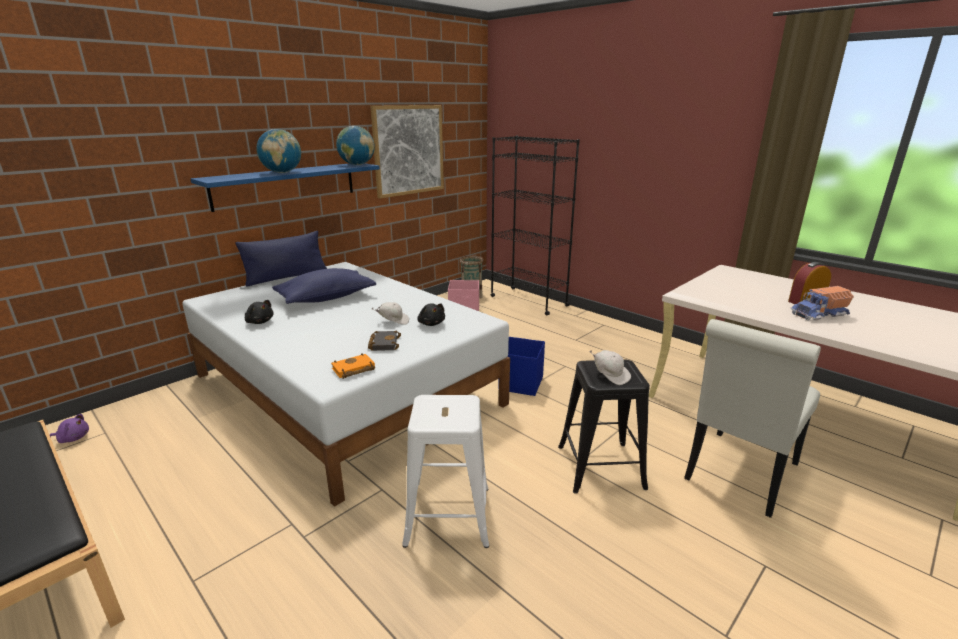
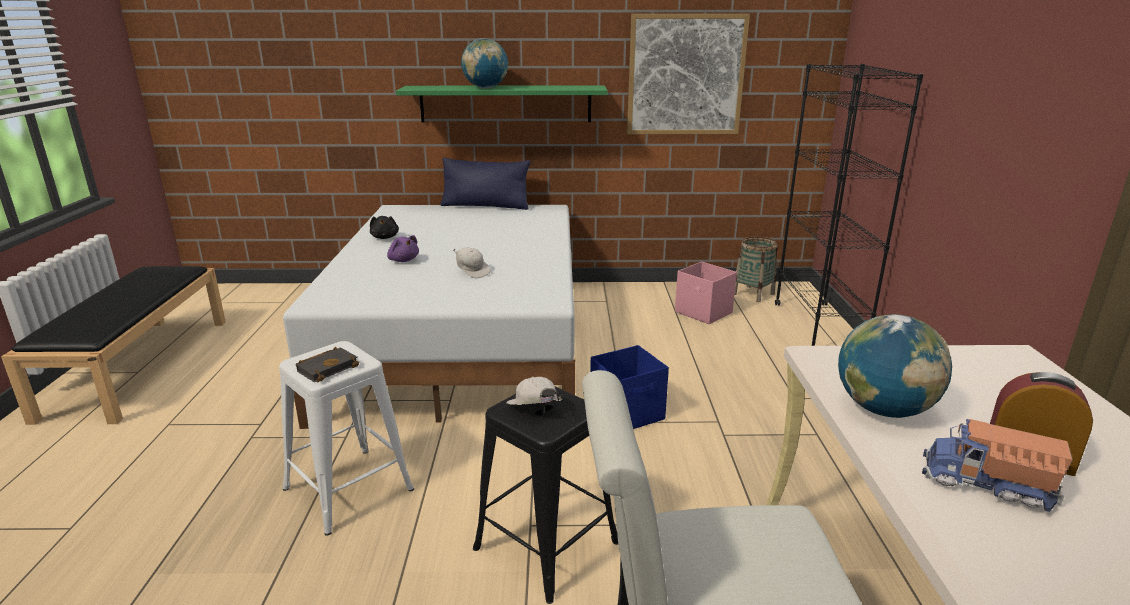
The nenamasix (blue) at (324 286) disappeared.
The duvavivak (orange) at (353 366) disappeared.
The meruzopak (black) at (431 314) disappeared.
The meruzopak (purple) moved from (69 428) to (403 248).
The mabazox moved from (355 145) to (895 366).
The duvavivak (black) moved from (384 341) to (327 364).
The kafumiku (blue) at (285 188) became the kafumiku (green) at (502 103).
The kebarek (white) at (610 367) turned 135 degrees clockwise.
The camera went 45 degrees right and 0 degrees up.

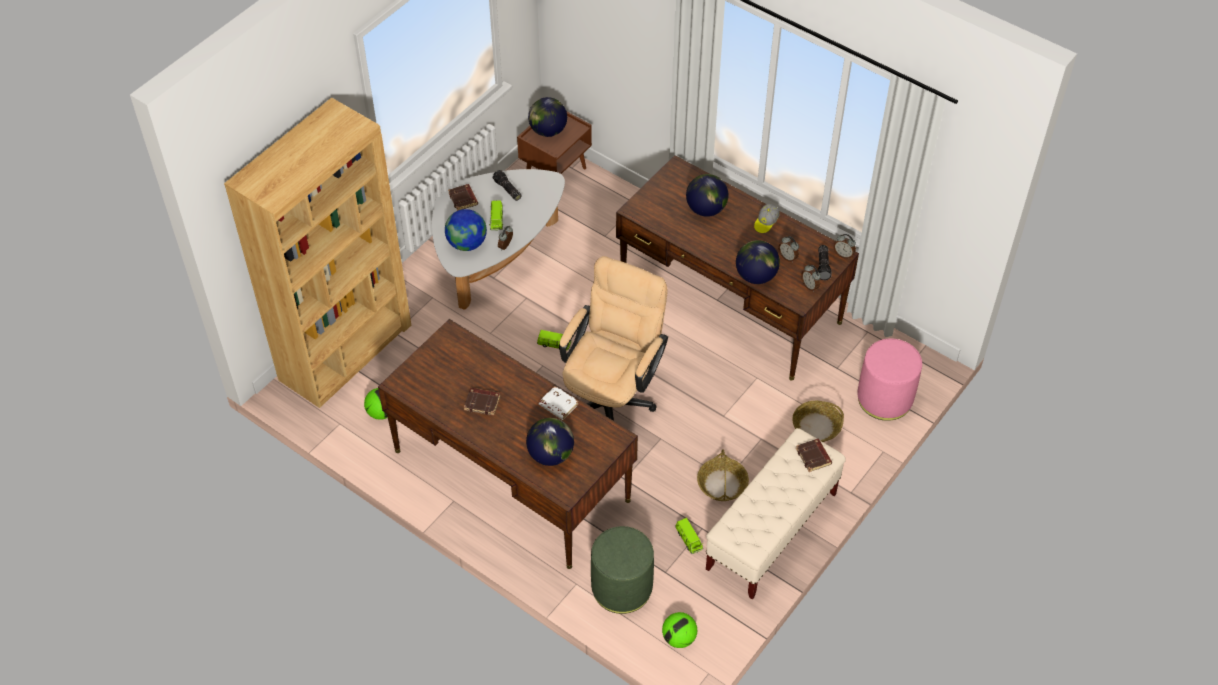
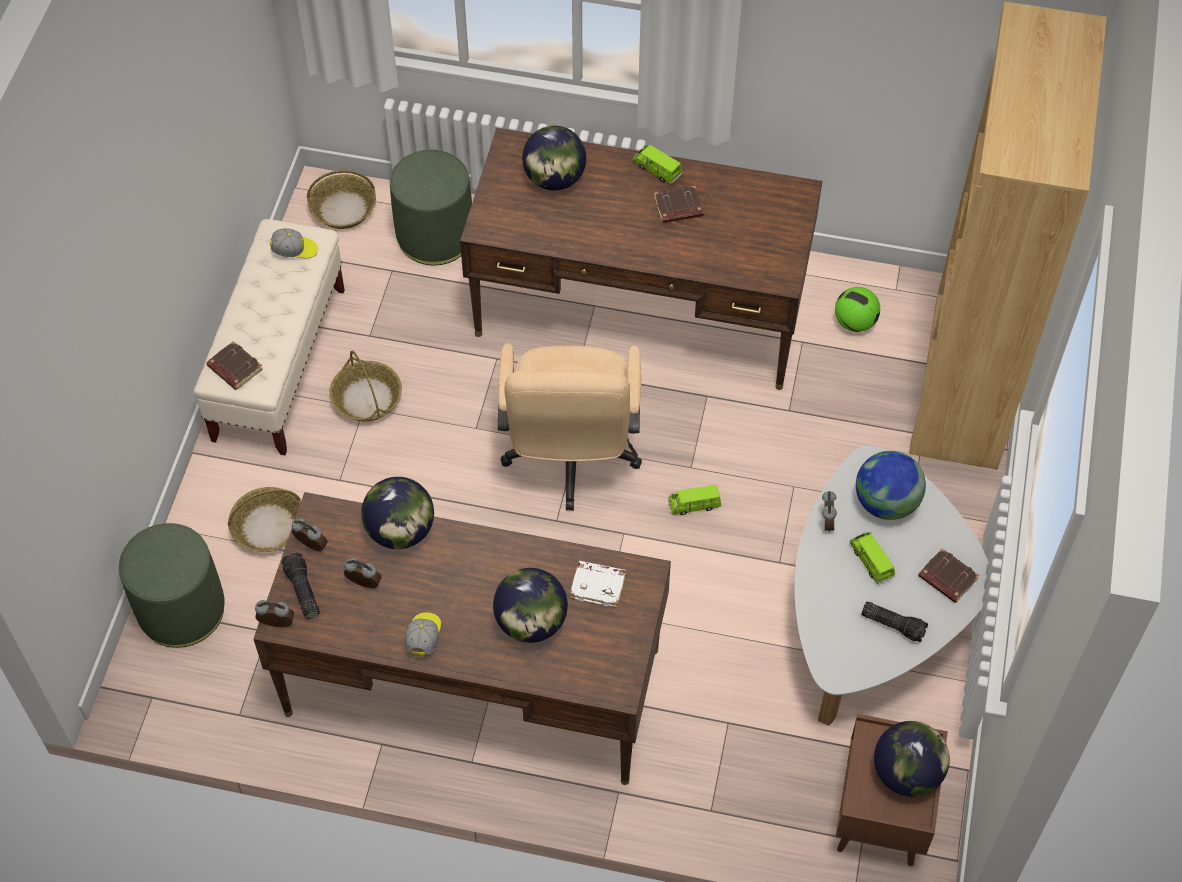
The kebarek at (294 243) appeared.
The duvavivak (white) moved from (559 403) to (598 584).
The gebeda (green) moved from (689 536) to (657 164).
The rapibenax at (679 630) was replaced by the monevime at (341 199).
The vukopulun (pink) at (889 379) became the vukopulun (green) at (172 585).
The camera went 155 degrees right and 5 degrees up.

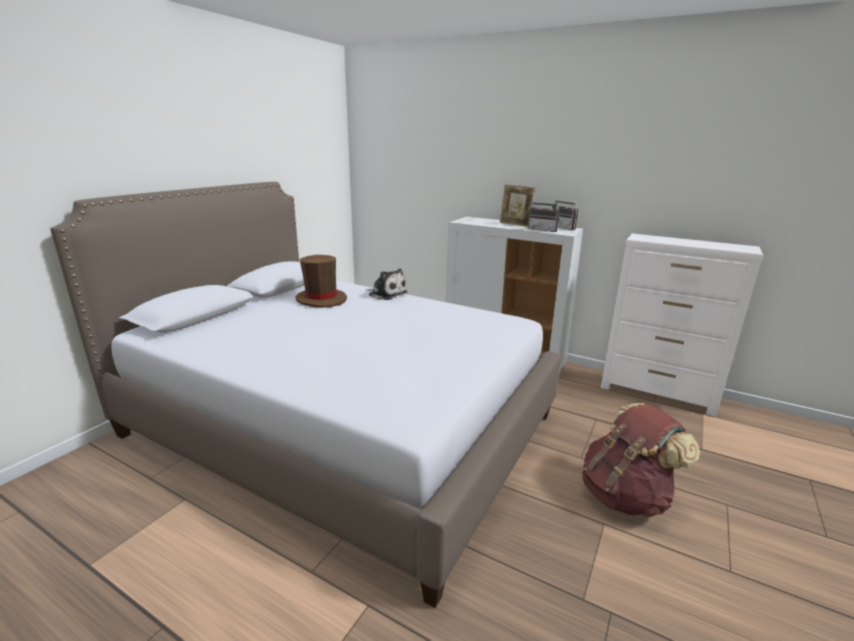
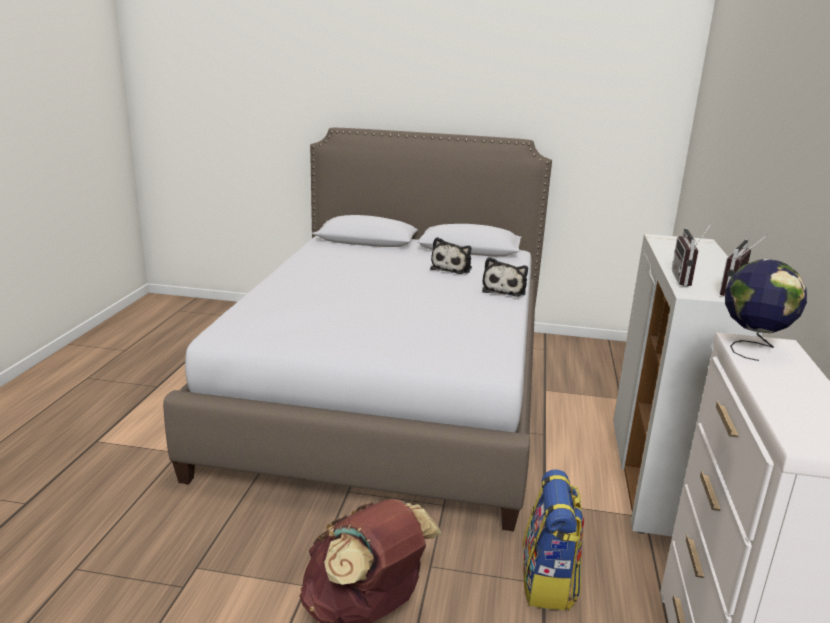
The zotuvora at (517 205) disappeared.
The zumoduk at (553 539) appeared.
The mabazox at (766 310) appeared.
The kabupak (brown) at (321 281) was replaced by the meruzopak at (451 255).
The camera went 70 degrees right and 0 degrees up.

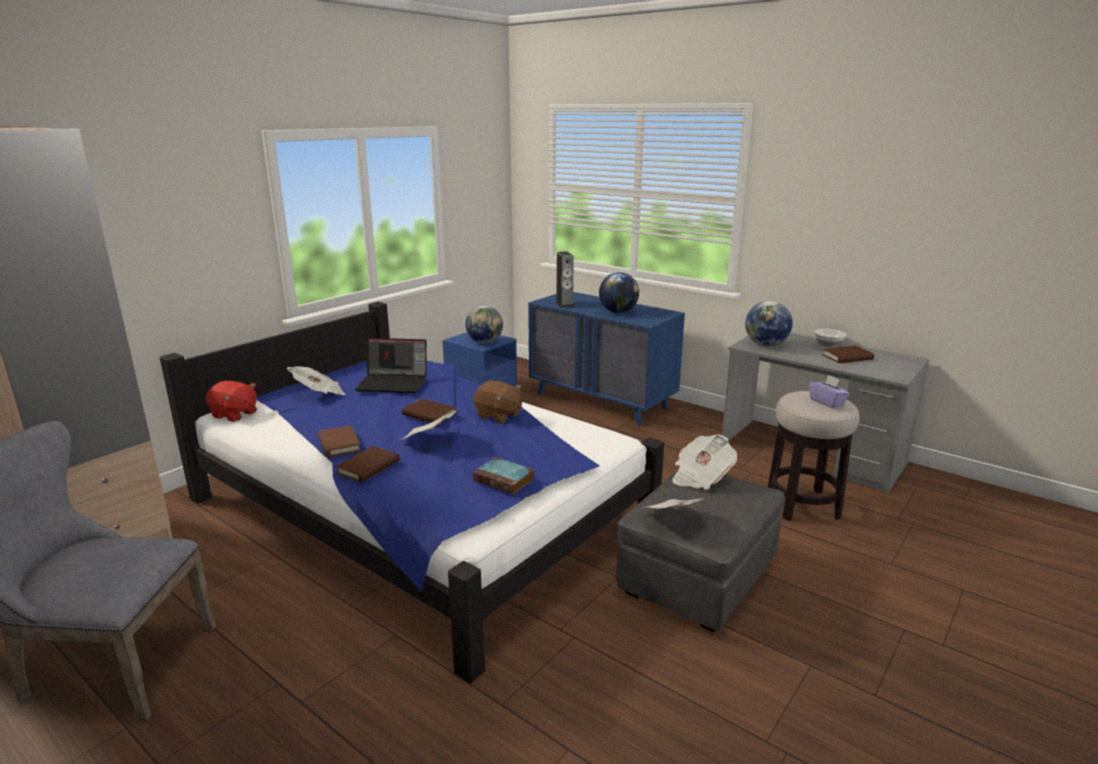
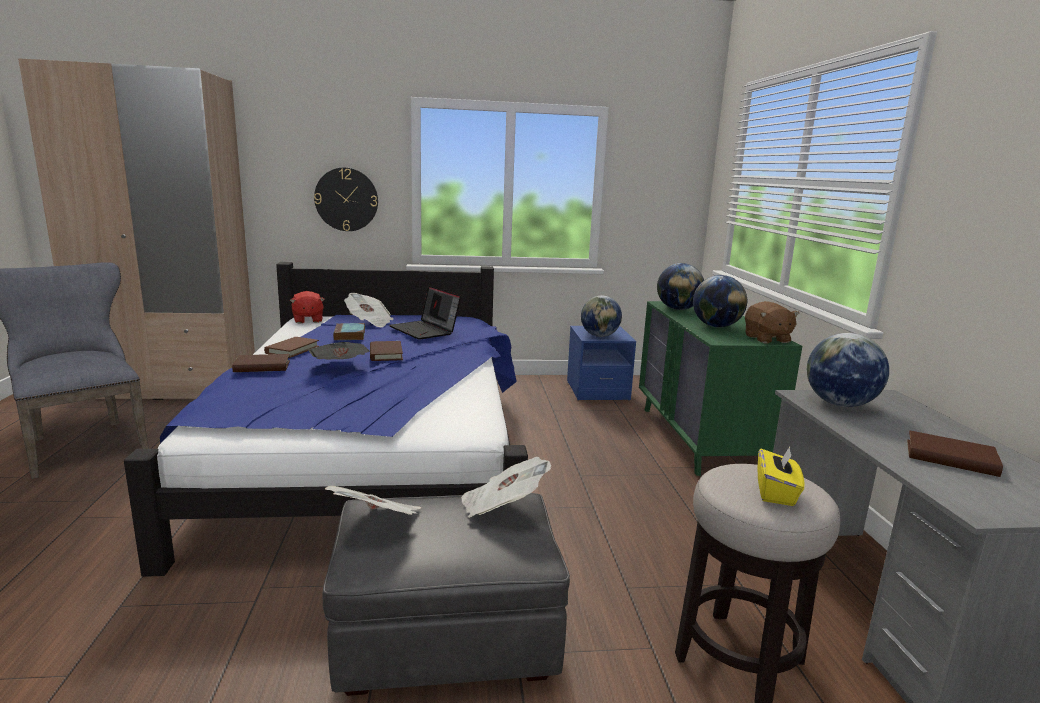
The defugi at (830 338) disappeared.
The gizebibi at (346 199) appeared.
The meruzopak (brown) moved from (497 402) to (772 322).
The duvavivak moved from (503 475) to (349 331).
The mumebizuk at (564 279) was replaced by the mabazox at (680 286).
The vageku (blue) at (606 359) became the vageku (green) at (720 388).
The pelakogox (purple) at (829 391) became the pelakogox (yellow) at (781 476).
The camera went 45 degrees right and 5 degrees down.

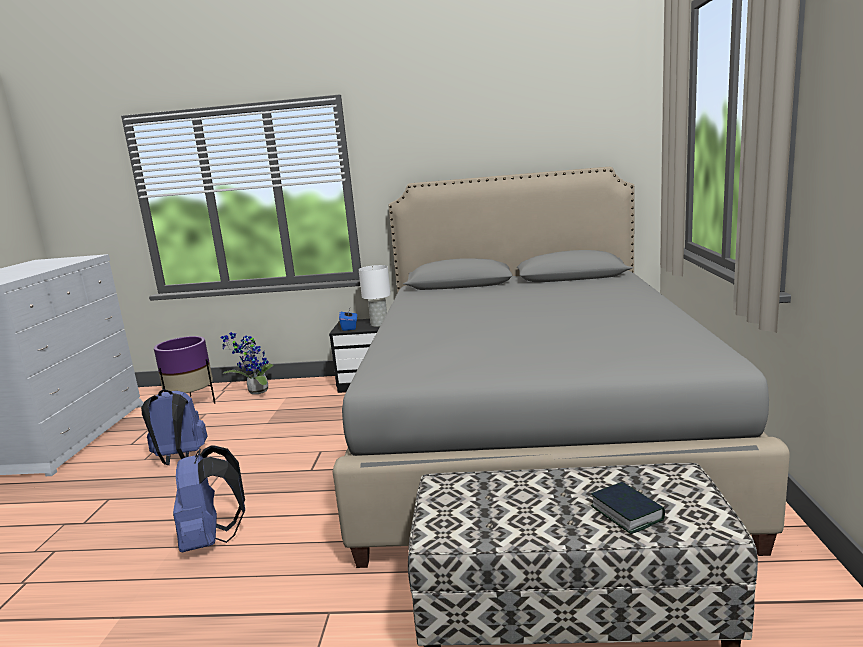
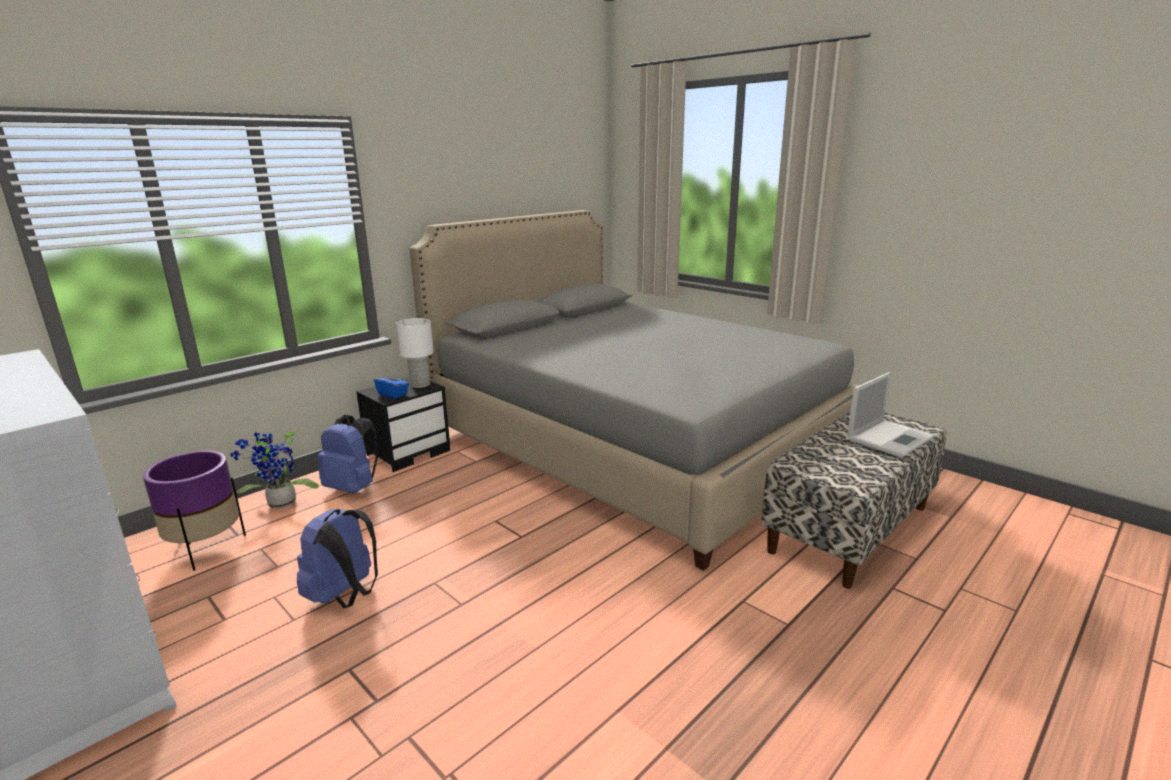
The zumoduk (blue) moved from (209 498) to (348 454).
The duvavivak at (628 508) was replaced by the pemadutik at (891 415).
The camera went 50 degrees left and 5 degrees up.

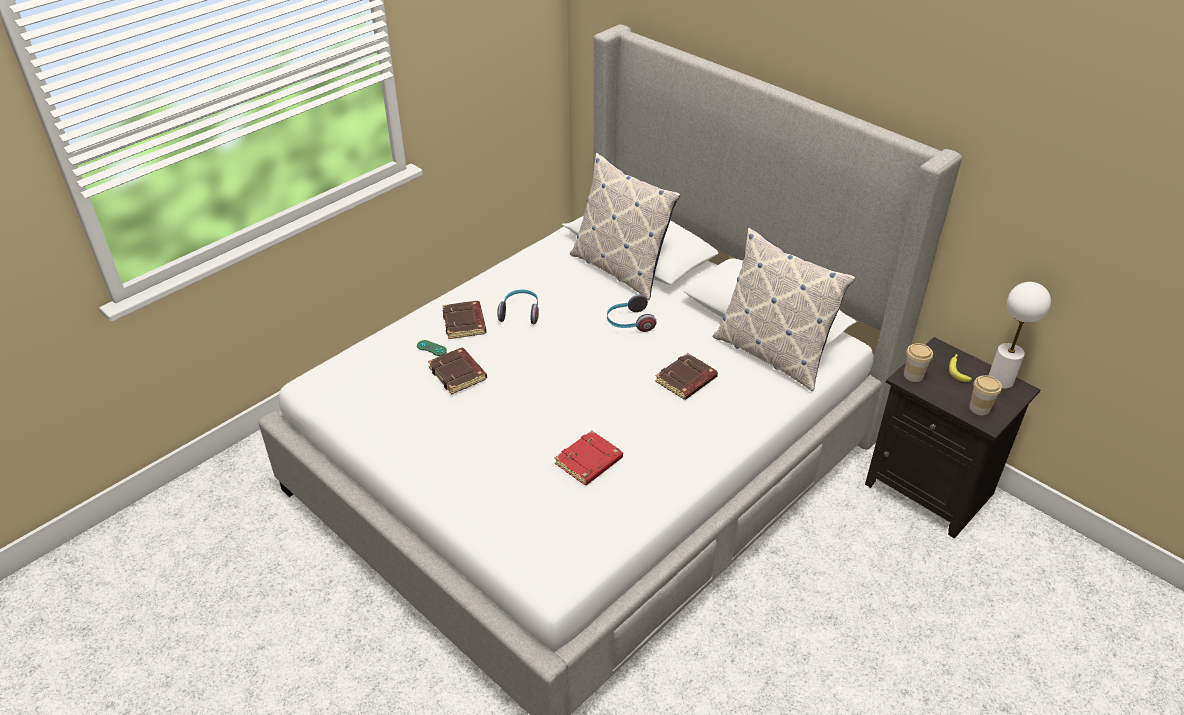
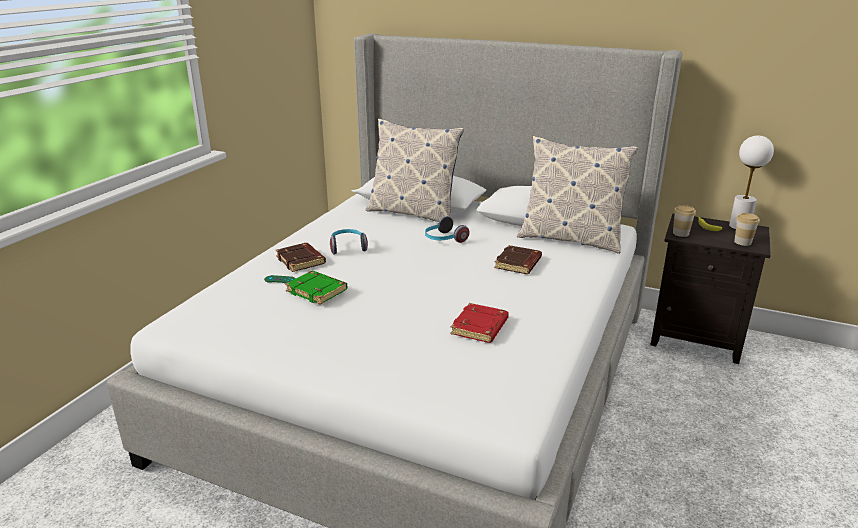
The duvavivak (brown) at (457 371) became the duvavivak (green) at (316 288).
The camera went 20 degrees left and 15 degrees down.

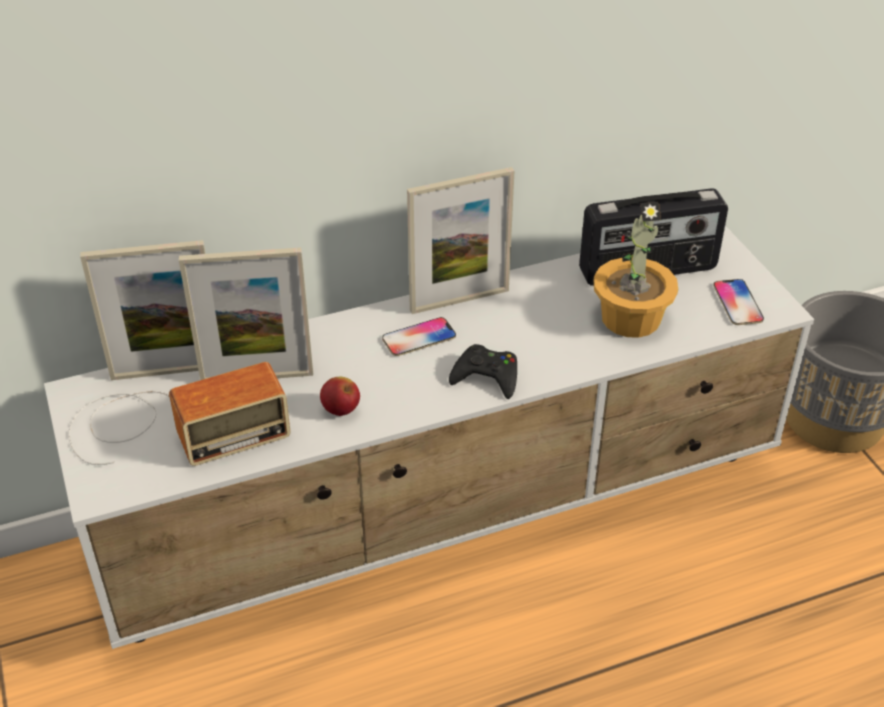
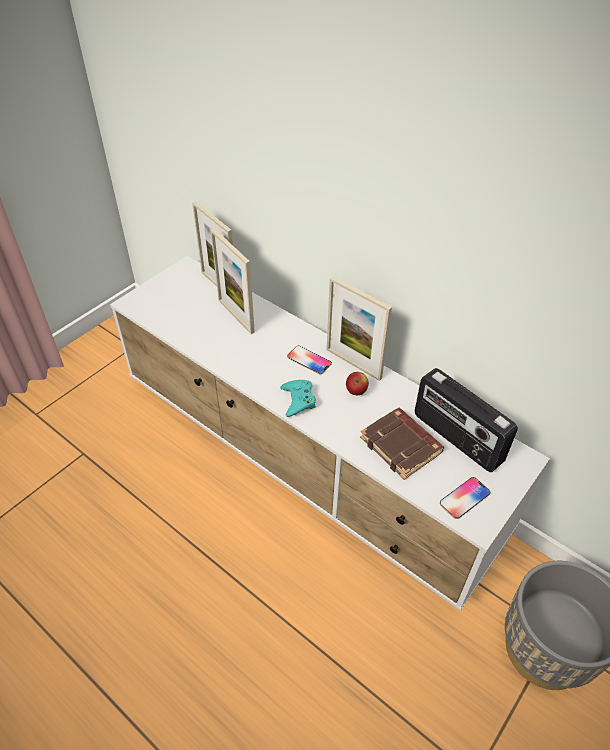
The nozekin at (179 414) disappeared.
The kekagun moved from (340 396) to (357 383).
The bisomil at (636 270) was replaced by the duvavivak (brown) at (402 444).
The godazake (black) at (483 371) became the godazake (turquoise) at (298 398).
The camera went 60 degrees right and 5 degrees up.

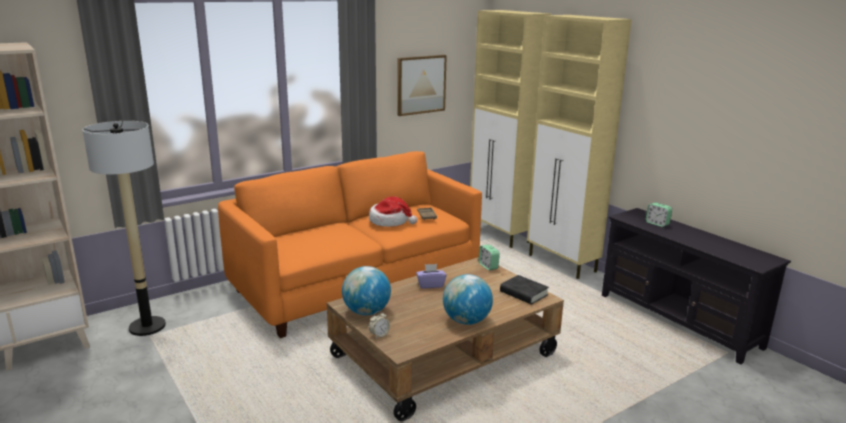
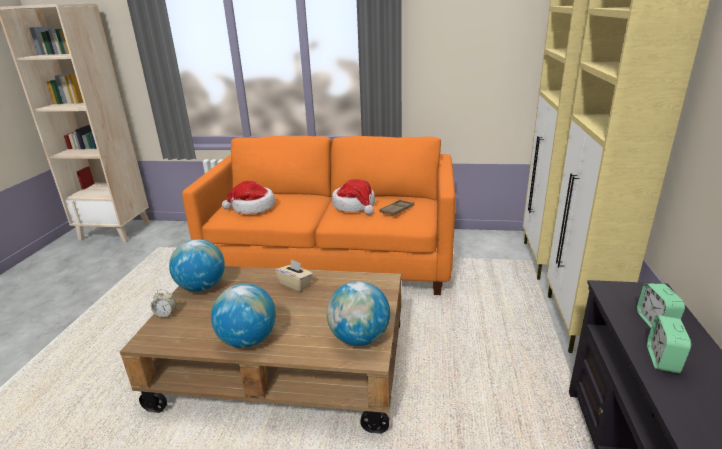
The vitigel at (124 228) disappeared.
The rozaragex at (422 85) disappeared.
The kabupak at (249 197) appeared.
The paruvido moved from (489 257) to (669 344).
The duvavivak (black) at (524 289) was replaced by the mabazox at (358 313).
The pelakogox (purple) at (431 276) became the pelakogox (beige) at (294 275).
The camera went 45 degrees right and 5 degrees up.

